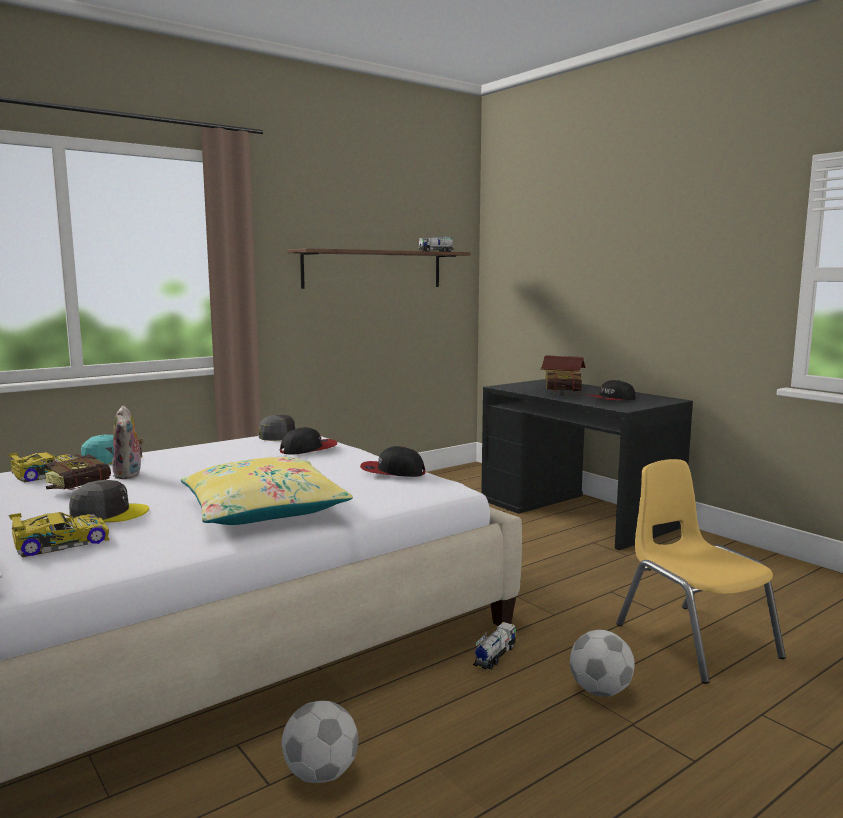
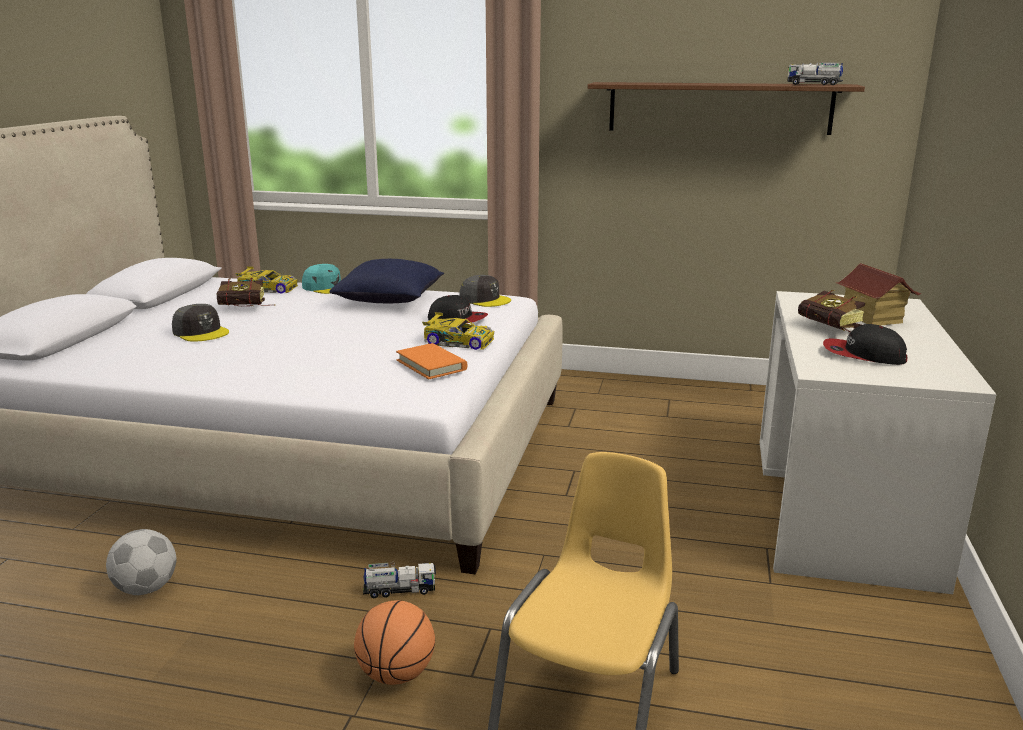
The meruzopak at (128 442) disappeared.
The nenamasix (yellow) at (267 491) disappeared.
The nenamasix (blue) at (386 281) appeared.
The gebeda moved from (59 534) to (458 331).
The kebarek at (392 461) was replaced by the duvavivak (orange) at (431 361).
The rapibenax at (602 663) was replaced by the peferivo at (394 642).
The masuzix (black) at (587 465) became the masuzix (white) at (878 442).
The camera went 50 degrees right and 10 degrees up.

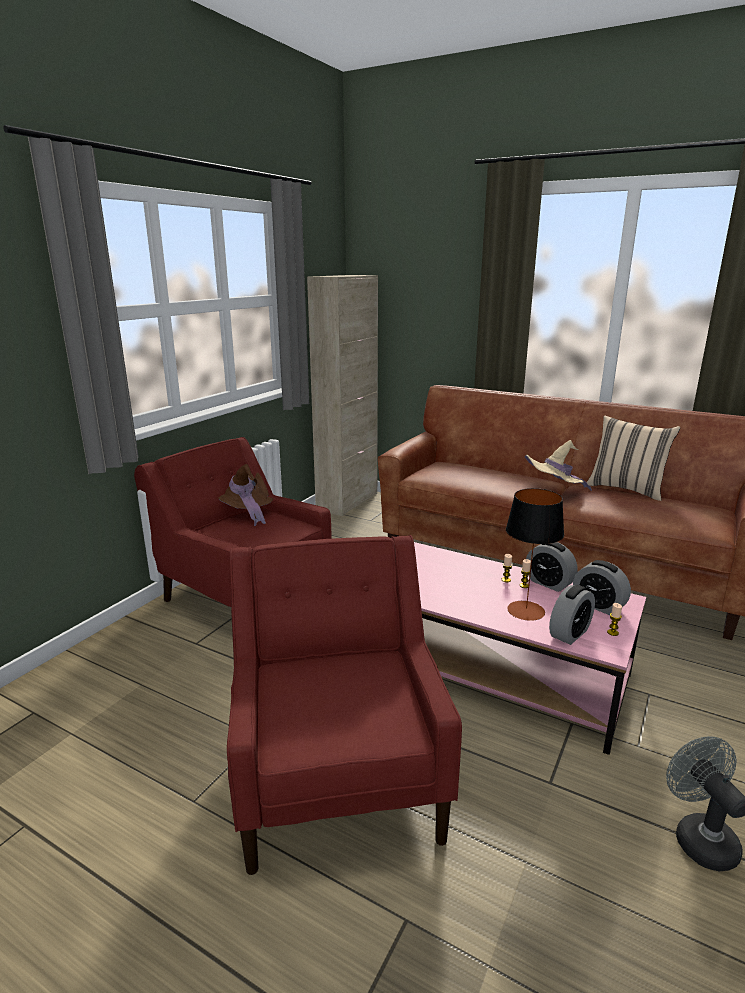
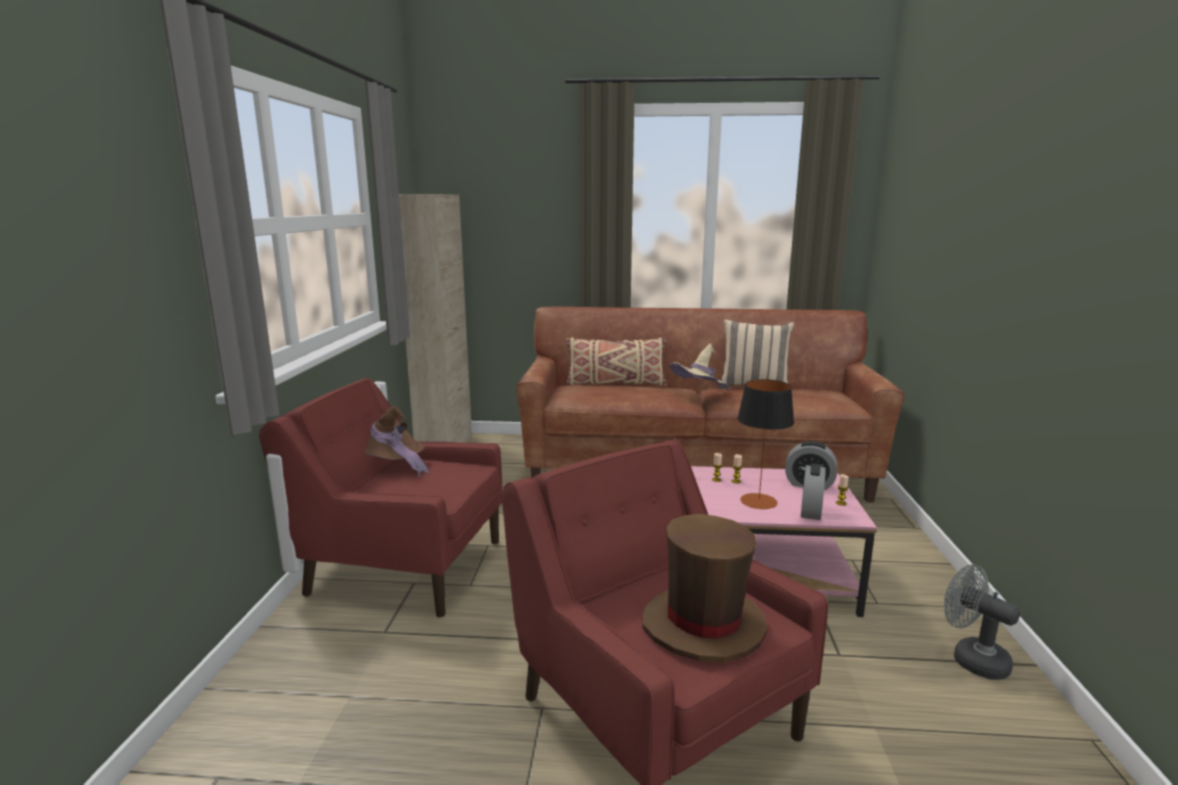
The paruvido at (552 567) disappeared.
The nenamasix (beige) at (616 361) appeared.
The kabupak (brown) at (704 588) appeared.
The camera went 25 degrees left and 5 degrees down.

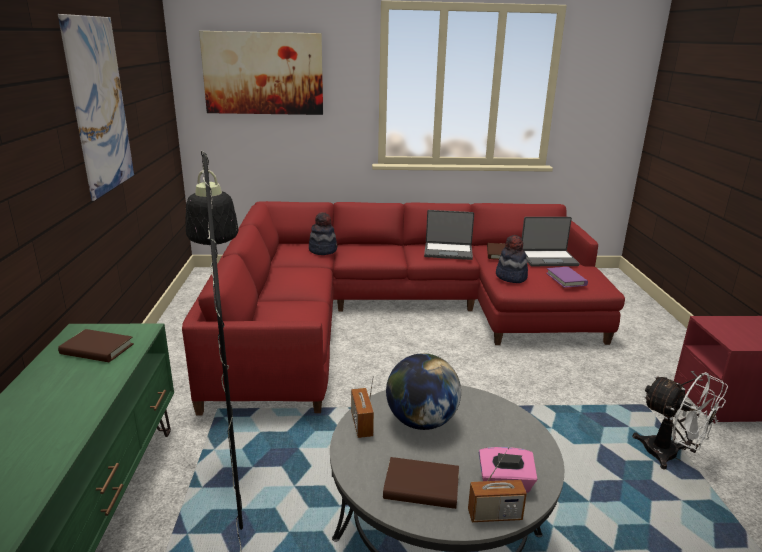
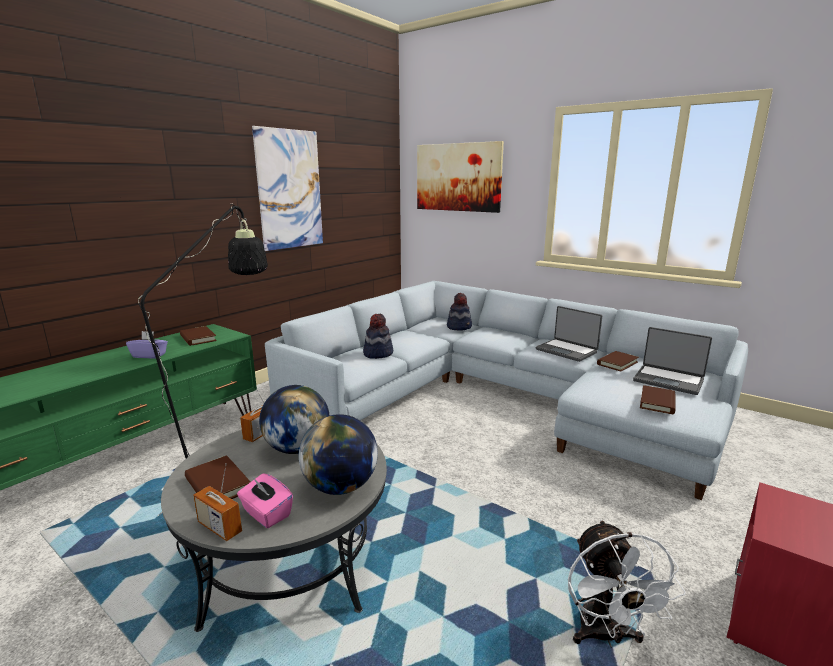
The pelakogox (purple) at (147 345) appeared.
The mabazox at (338 454) appeared.
The kabupak moved from (512 259) to (378 336).
The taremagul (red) at (403 308) became the taremagul (grey) at (506 390).
The duvavivak (purple) at (567 277) became the duvavivak (brown) at (657 399).
The camera went 40 degrees right and 5 degrees down.

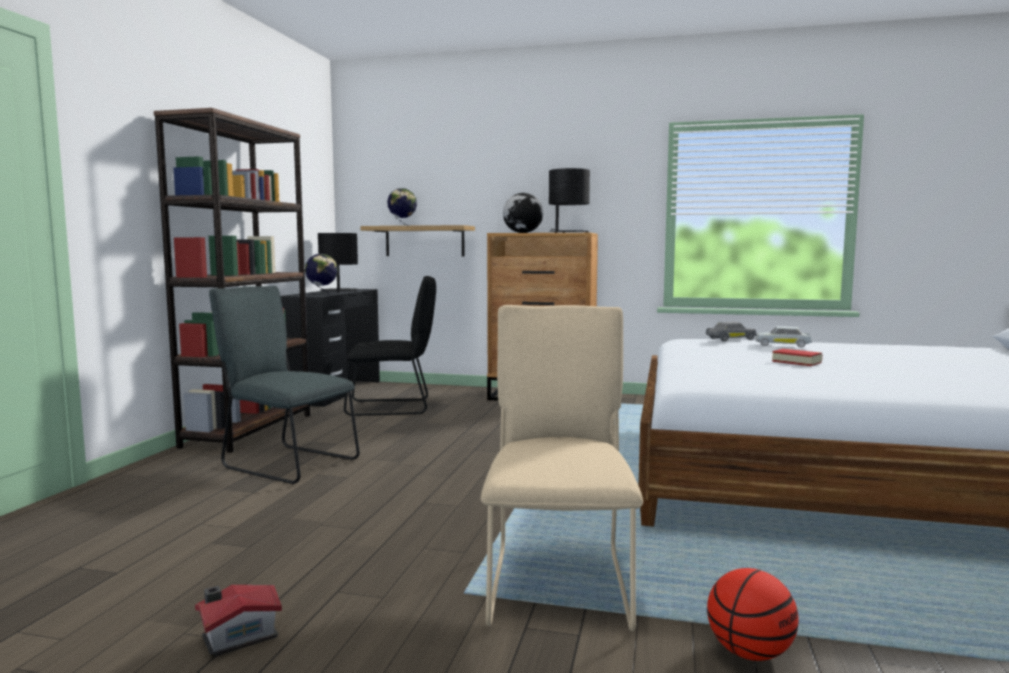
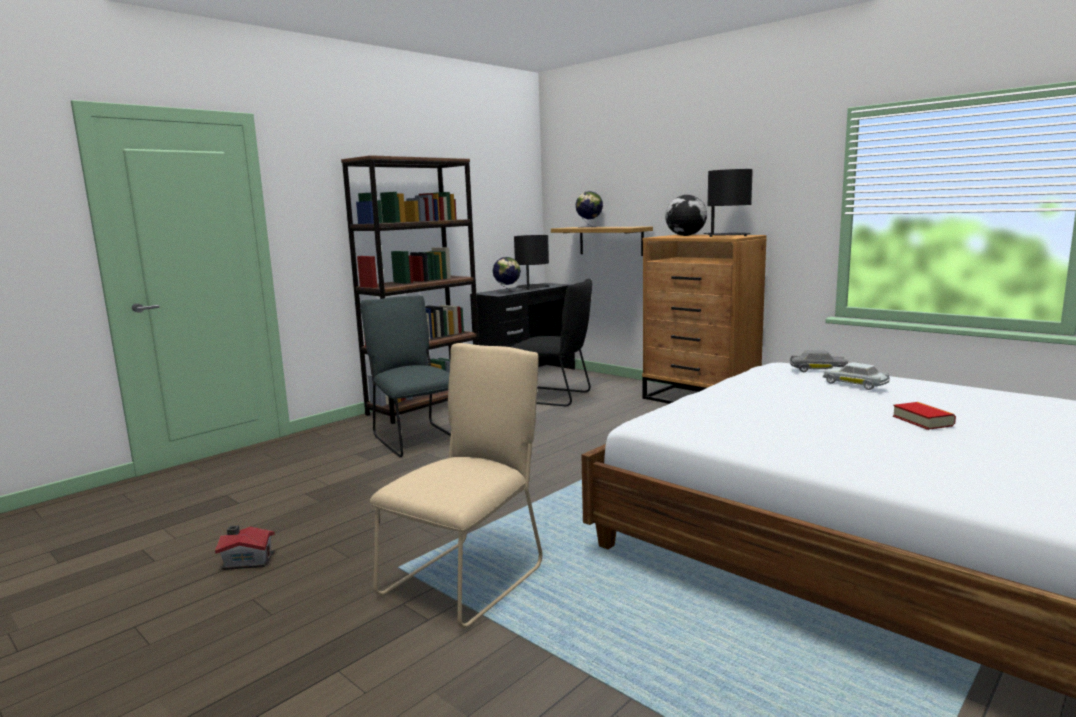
The peferivo at (753 614) disappeared.
The duvavivak moved from (797 357) to (924 416).
The camera went 30 degrees right and 5 degrees up.

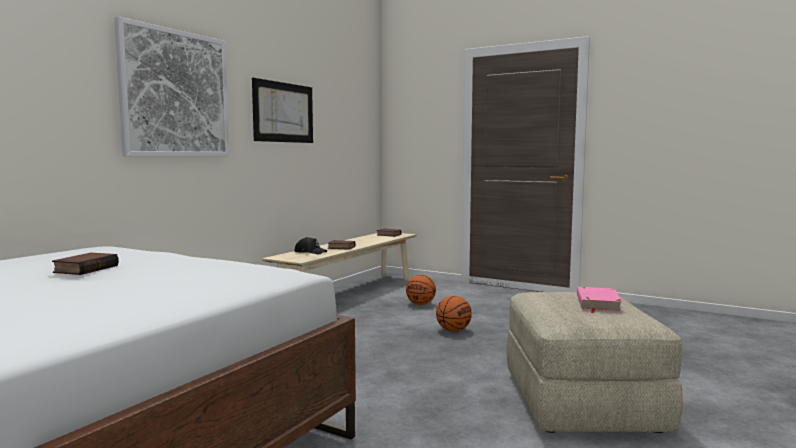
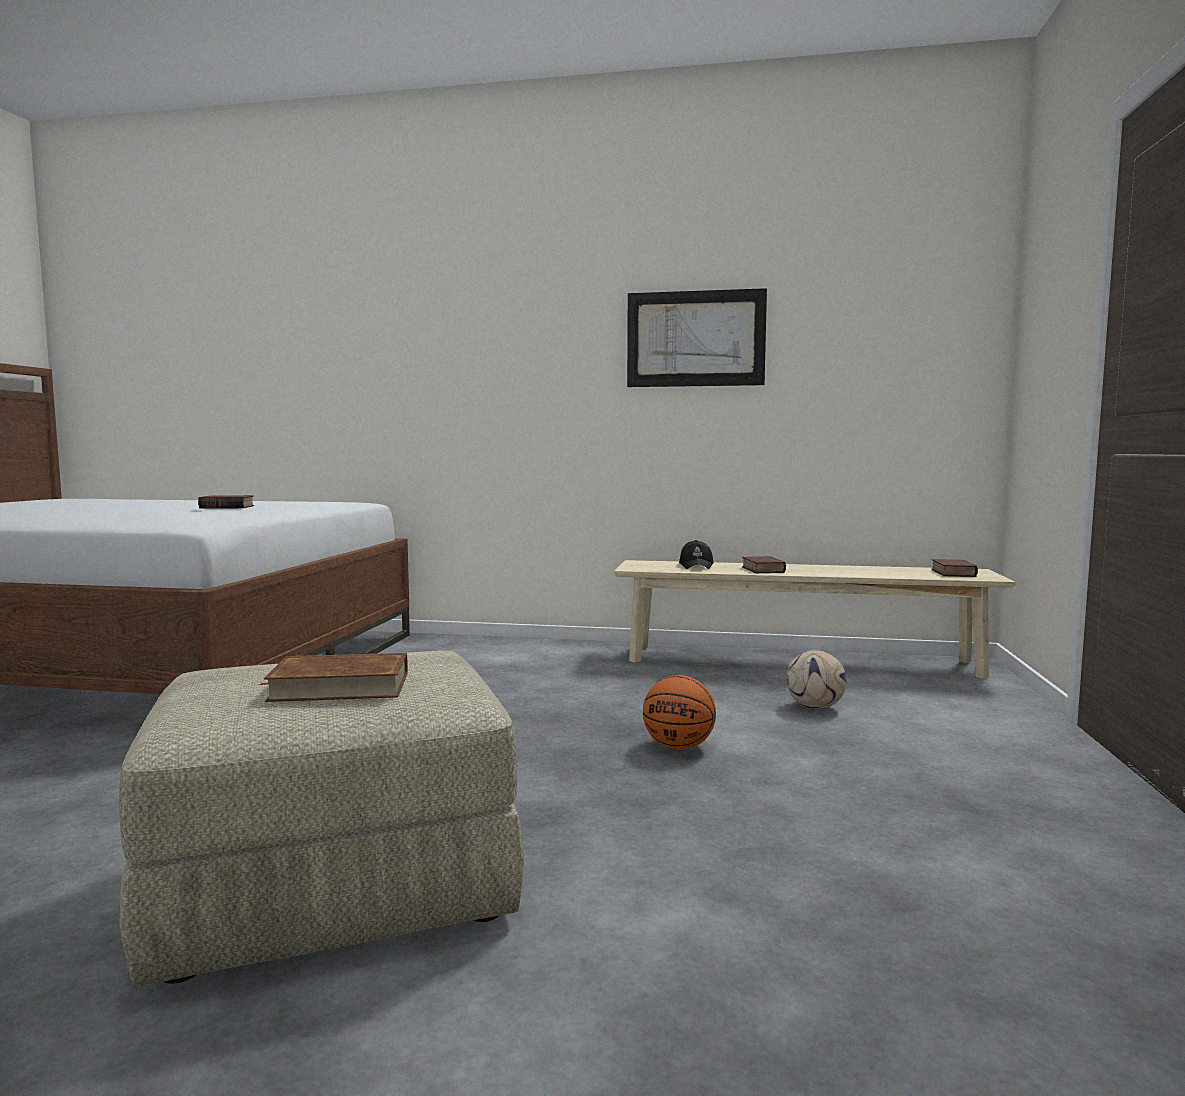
The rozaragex at (171 86) disappeared.
The peferivo at (421 290) was replaced by the rapibenax at (816 679).
The duvavivak (pink) at (599 300) became the duvavivak (brown) at (333 677).
The camera went 70 degrees right and 0 degrees up.

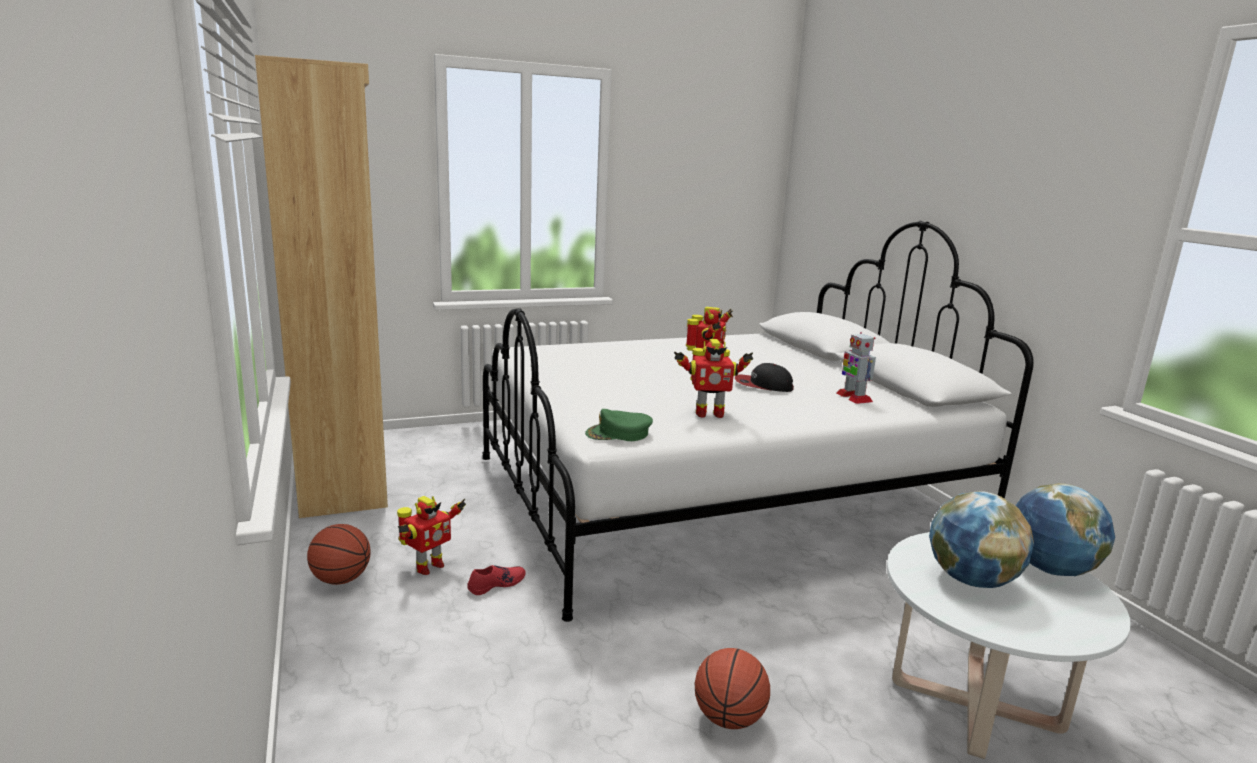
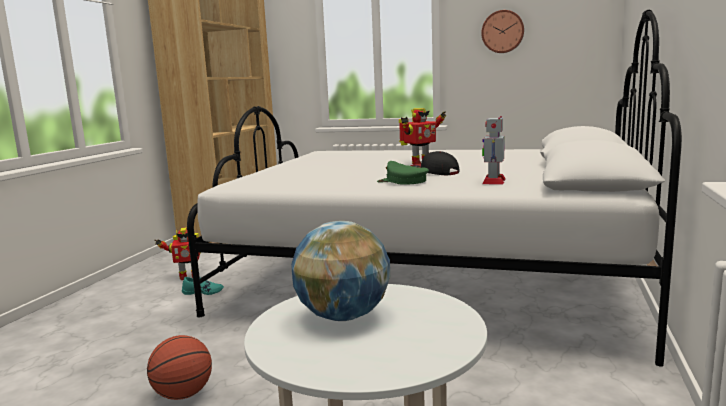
The peferivo at (339 554) disappeared.
The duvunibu at (713 378) disappeared.
The mabazox at (1065 529) disappeared.
The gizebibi at (502 31) appeared.
The kebarek (green) moved from (619 425) to (403 173).
The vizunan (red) at (496 580) became the vizunan (turquoise) at (203 286).
The camera went 40 degrees right and 5 degrees down.

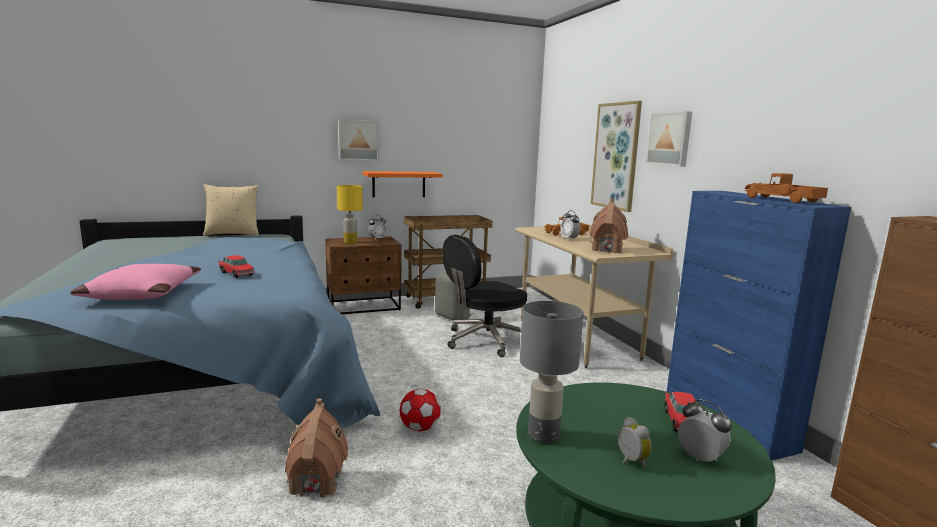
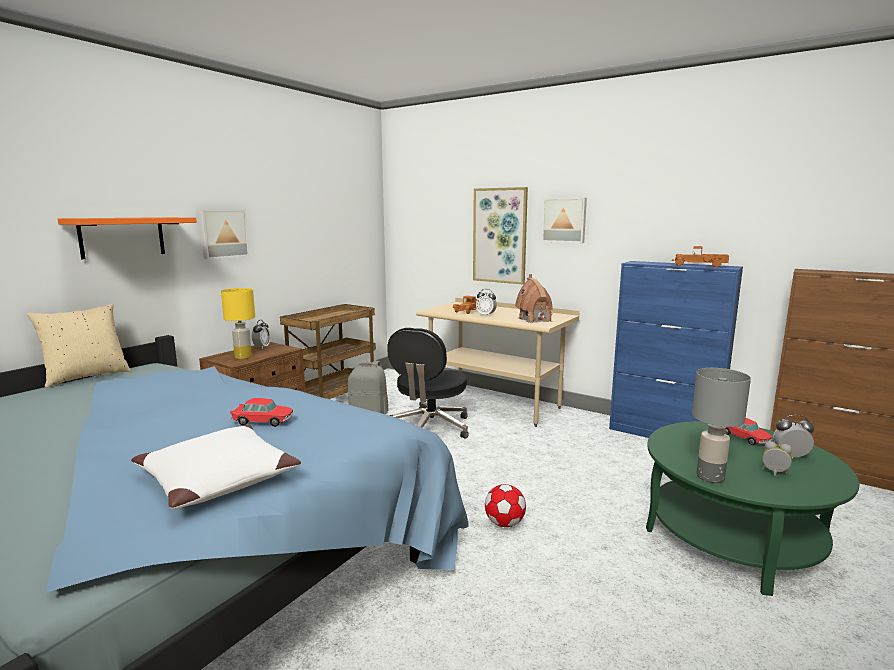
The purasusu at (316 448) disappeared.
The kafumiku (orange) moved from (402 184) to (127 238).
The nenamasix (pink) at (135 282) became the nenamasix (white) at (216 467).
The camera went 35 degrees left and 0 degrees up.

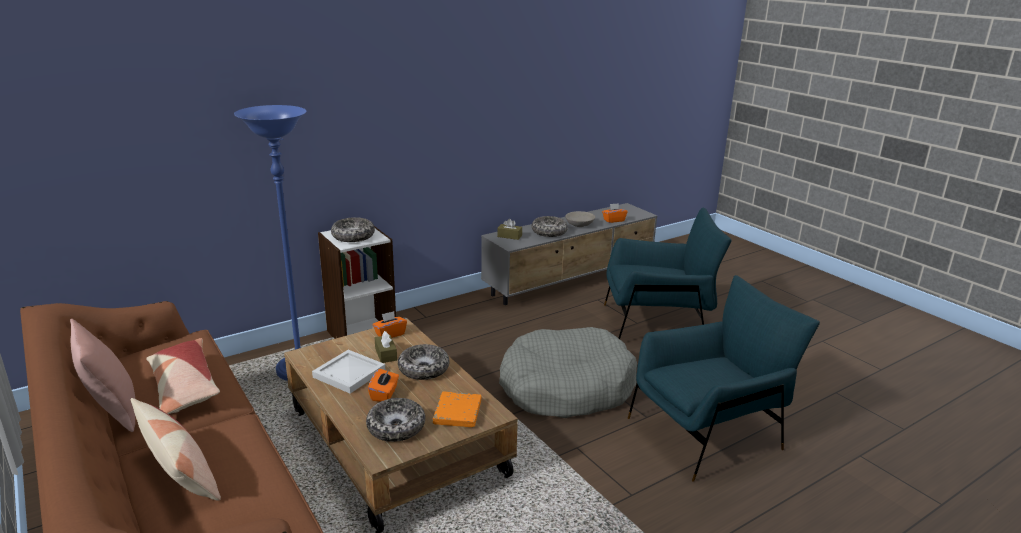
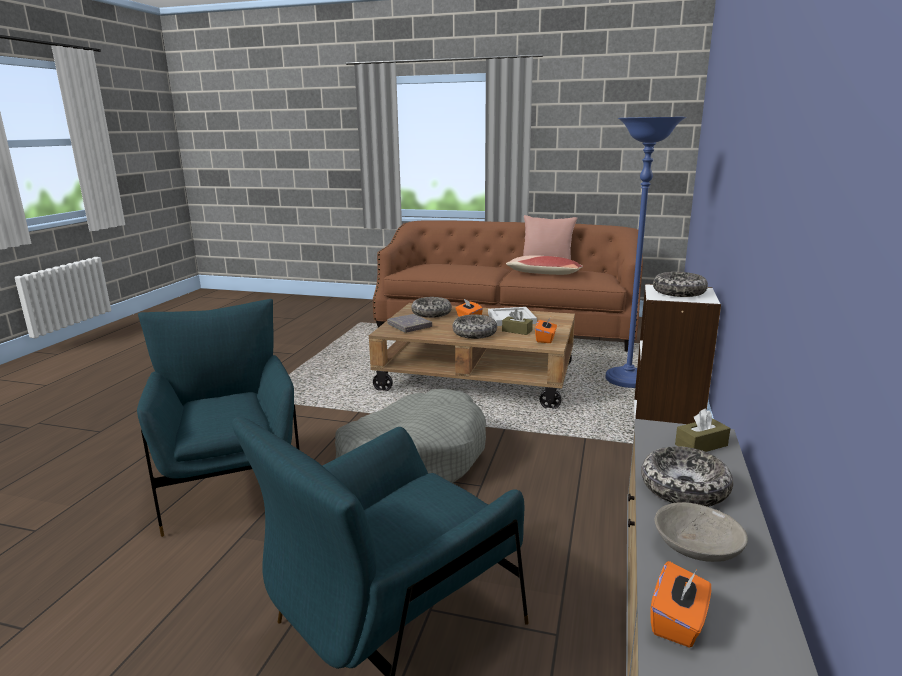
The nenamasix at (176 449) disappeared.
The duvavivak (orange) at (457 409) became the duvavivak (grey) at (409 323).
The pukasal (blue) at (724 378) turned 135 degrees clockwise.
The camera went 140 degrees right and 5 degrees down.

